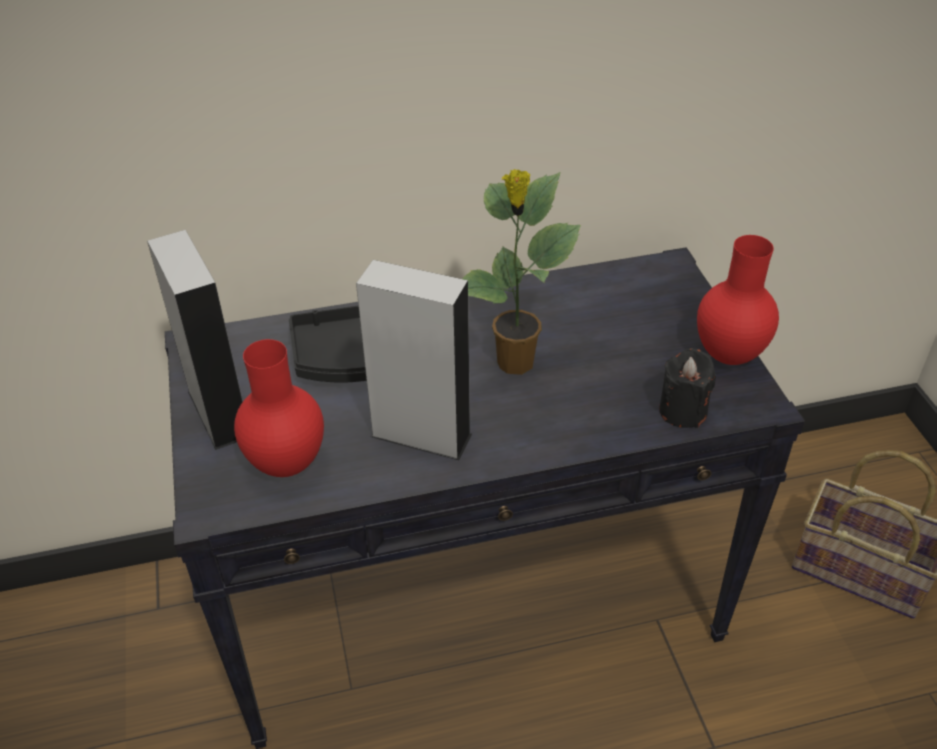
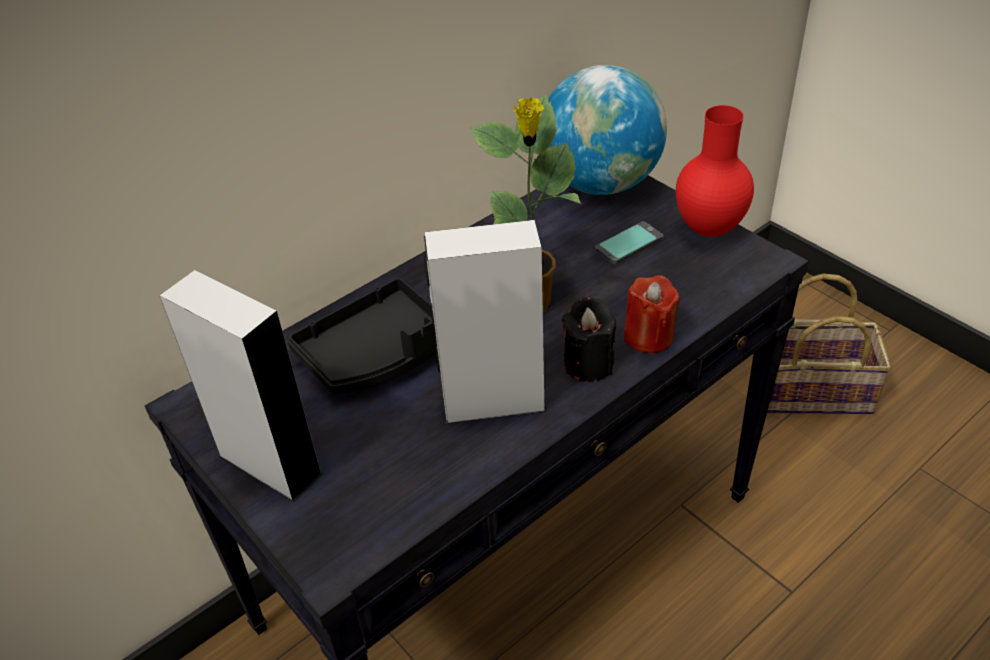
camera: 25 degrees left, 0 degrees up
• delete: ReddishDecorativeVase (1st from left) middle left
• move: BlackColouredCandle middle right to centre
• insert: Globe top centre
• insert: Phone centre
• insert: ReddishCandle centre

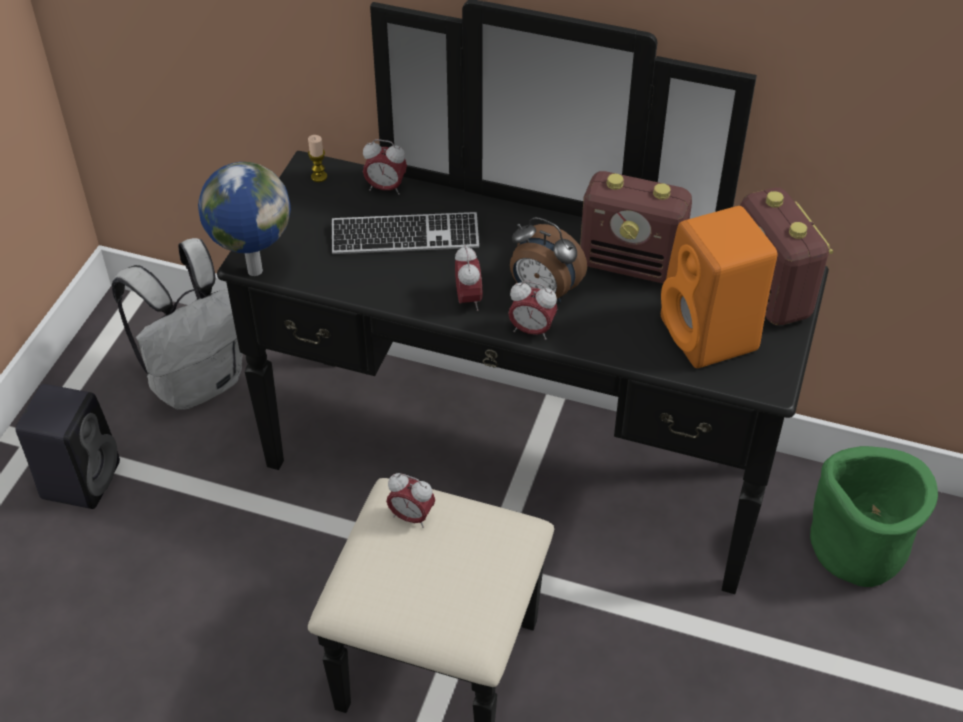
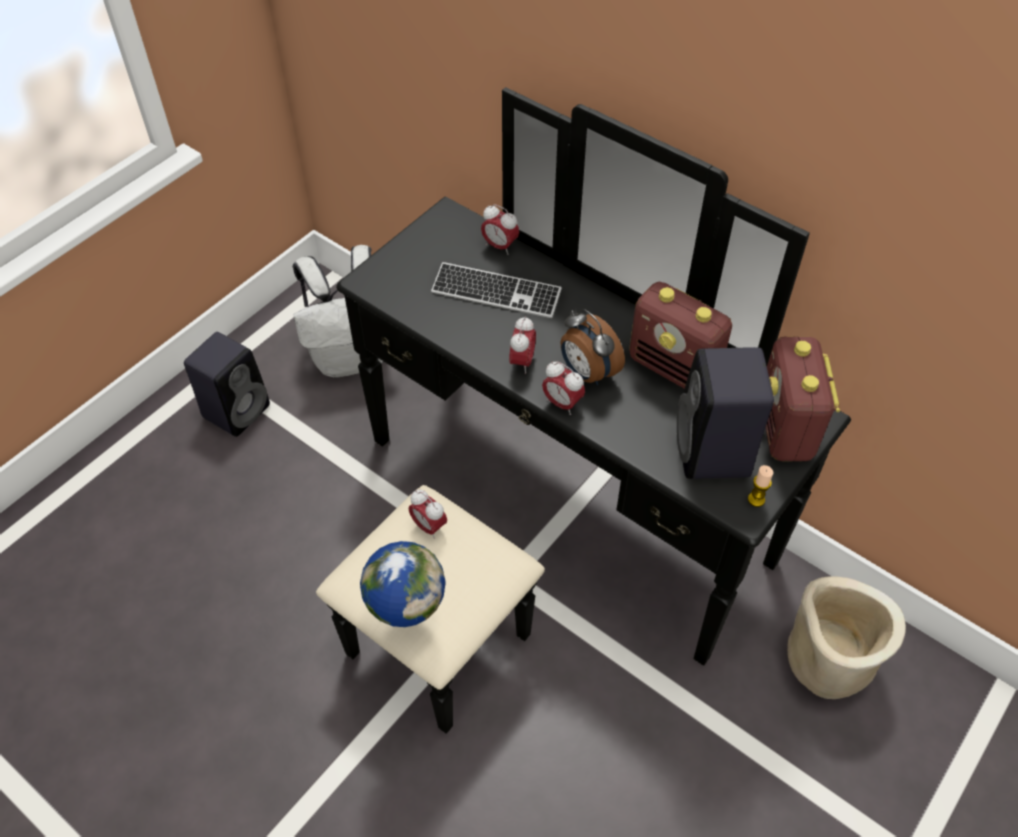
camera: 20 degrees right, 5 degrees up
• move: Globe top left to bottom centre
• move: Candle top left to middle right
• recolor: OrangeColouredSpeaker middle right to BlackColouredSpeaker (2nd from left) middle right
• recolor: GreenColouredFlowerPot bottom right to BeigeFlowerPot bottom right

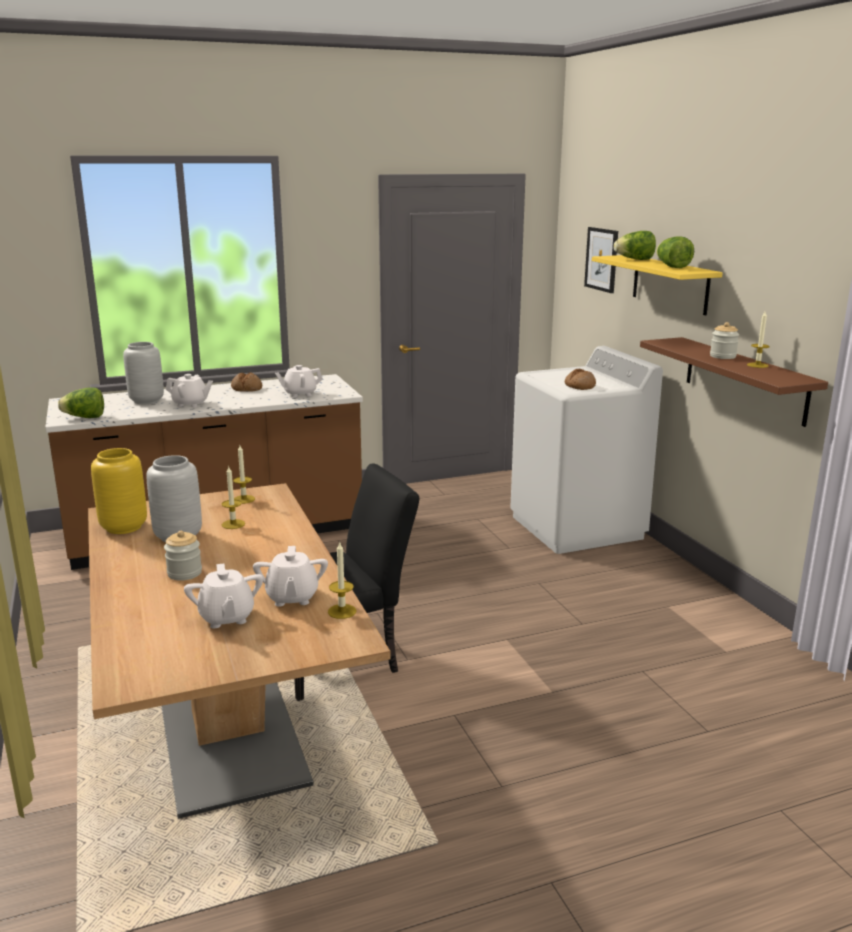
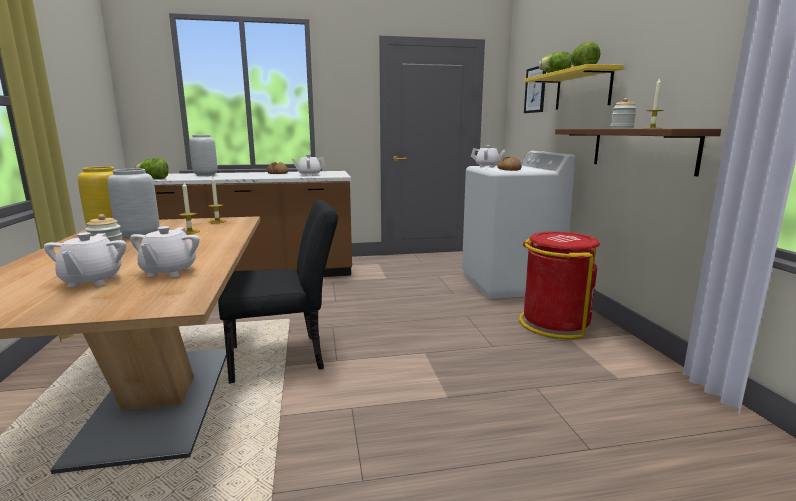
camera: 10 degrees right, 5 degrees down
• move: WhitishPotForTea (1st from left in the first image) middle left to WhitishPotForTea (4th from left) top centre
• delete: Candle (3rd from left) centre
• insert: ReddishTrashCan middle right

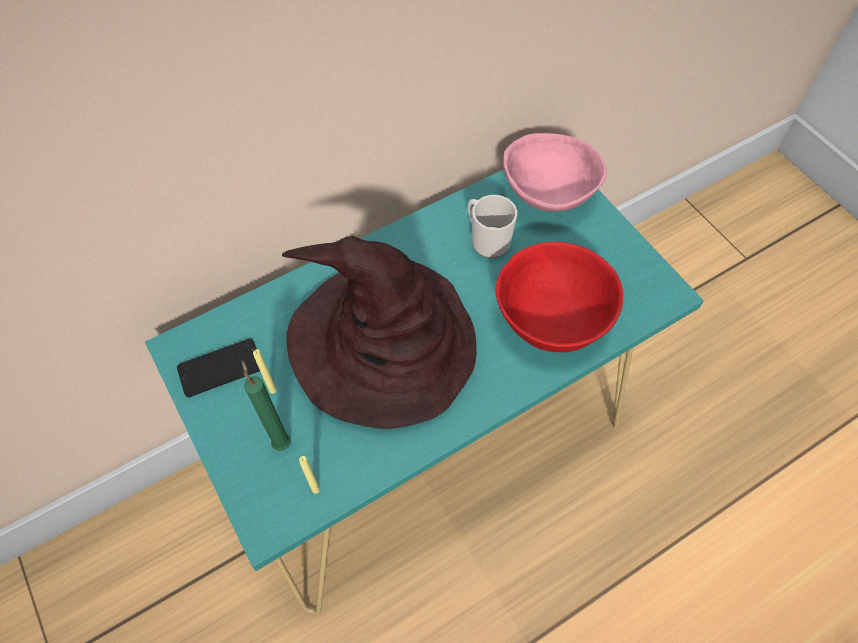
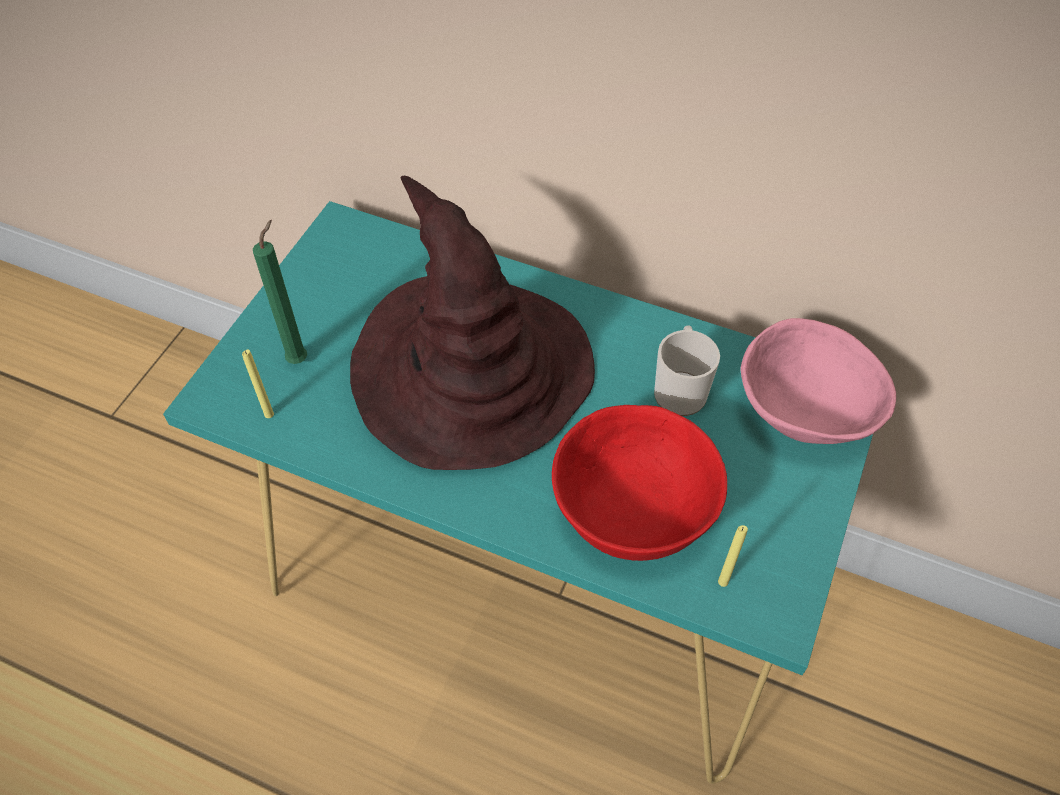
camera: 55 degrees right, 5 degrees down
• delete: Phone middle left
• move: YellowCandle (1st from left in the first image) middle left to YellowCandle (2nd from left) bottom right

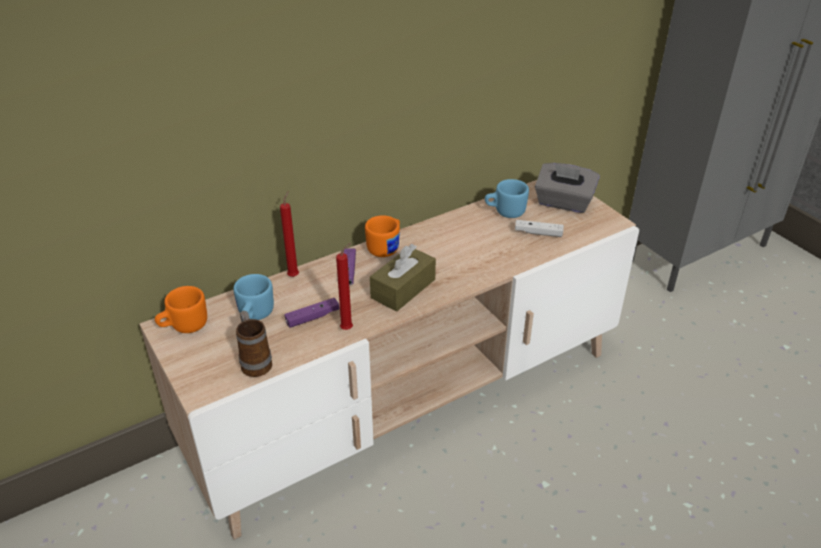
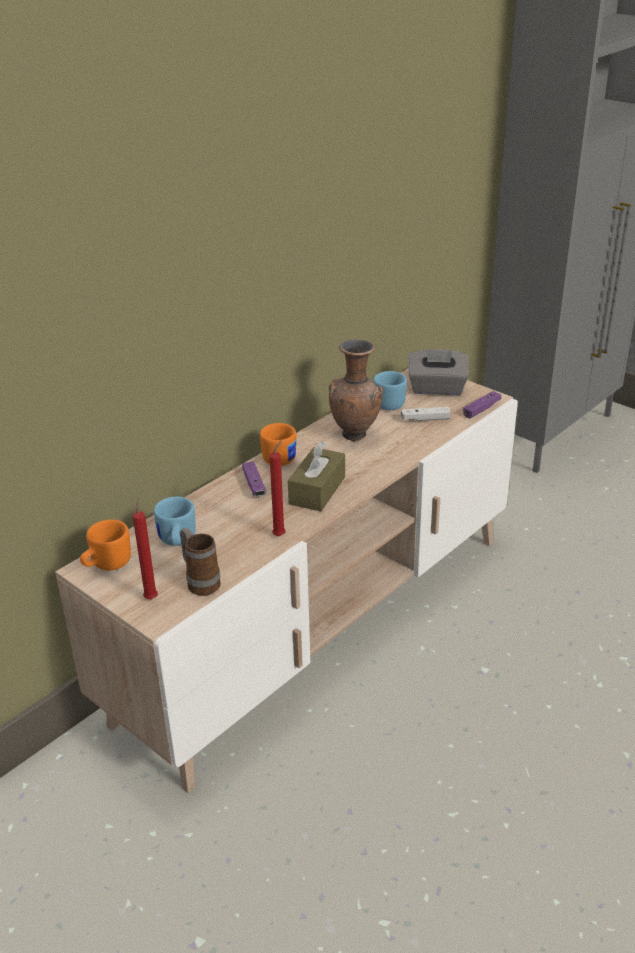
camera: 15 degrees left, 5 degrees down
• move: ReddishCandle (1st from left) centre to middle left
• move: PurplishGameController (1st from left in the first image) centre to PurplishGameController (2nd from left) middle right
• insert: BrownDecorativeVase centre

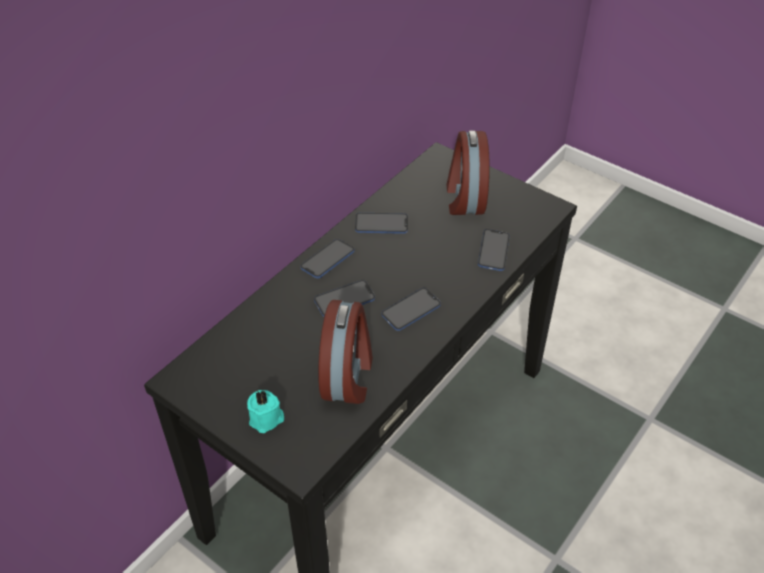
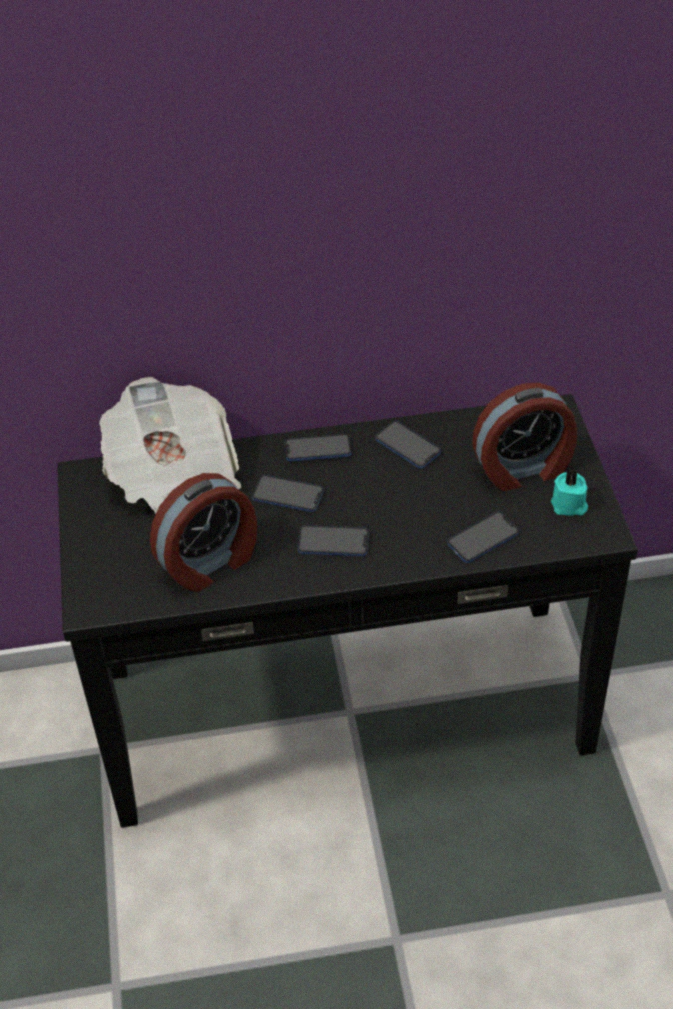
camera: 45 degrees right, 0 degrees up
• move: TurquoiseColouredCandle bottom centre to middle right
• rotate: TableClock (2nd from left) top centre = middle right 150 degrees counterclockwise
• insert: Newspaper middle left

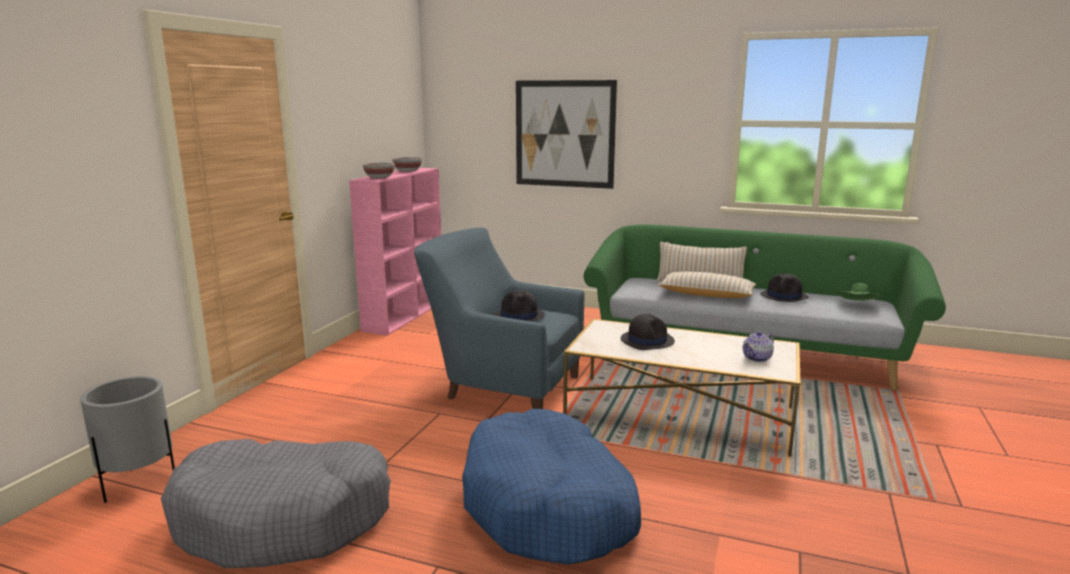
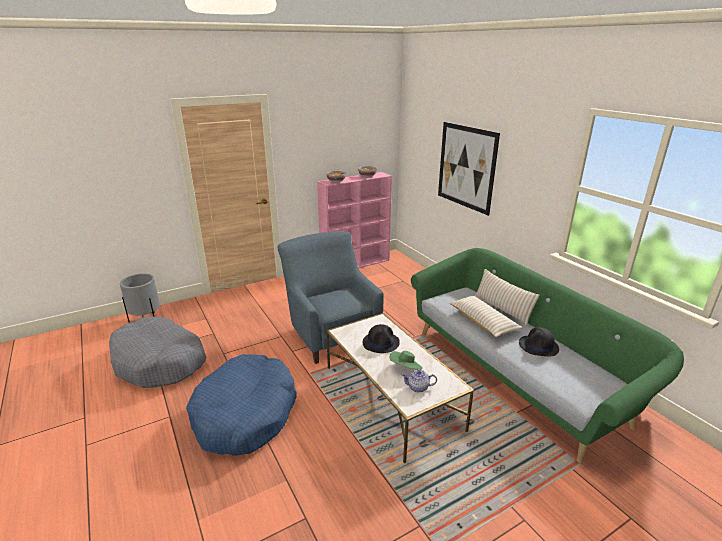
camera: 40 degrees right, 10 degrees up
• delete: BlackColouredWearableHat (1st from left) centre
• move: GreenColouredWearableHat middle right to centre

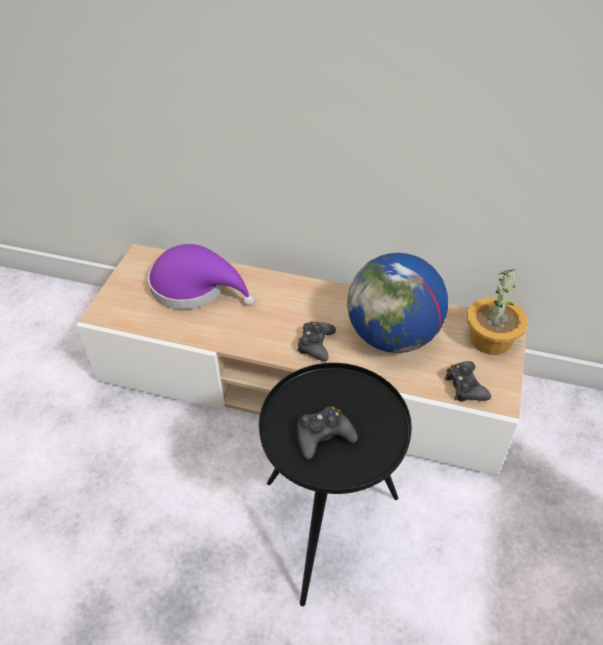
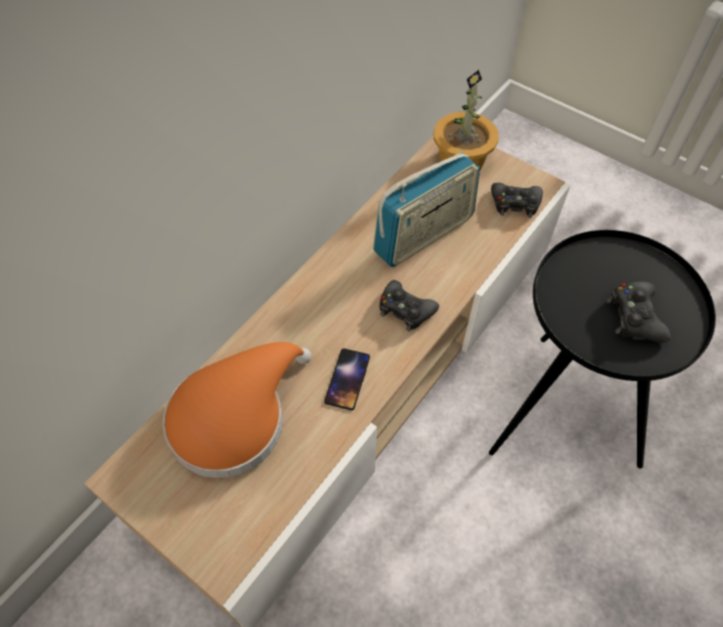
camera: 70 degrees left, 10 degrees up
• recolor: PurplishWearableHat centre to OrangeColouredWearableHat middle left
• replace: Globe centre to Radio centre
• insert: Phone centre

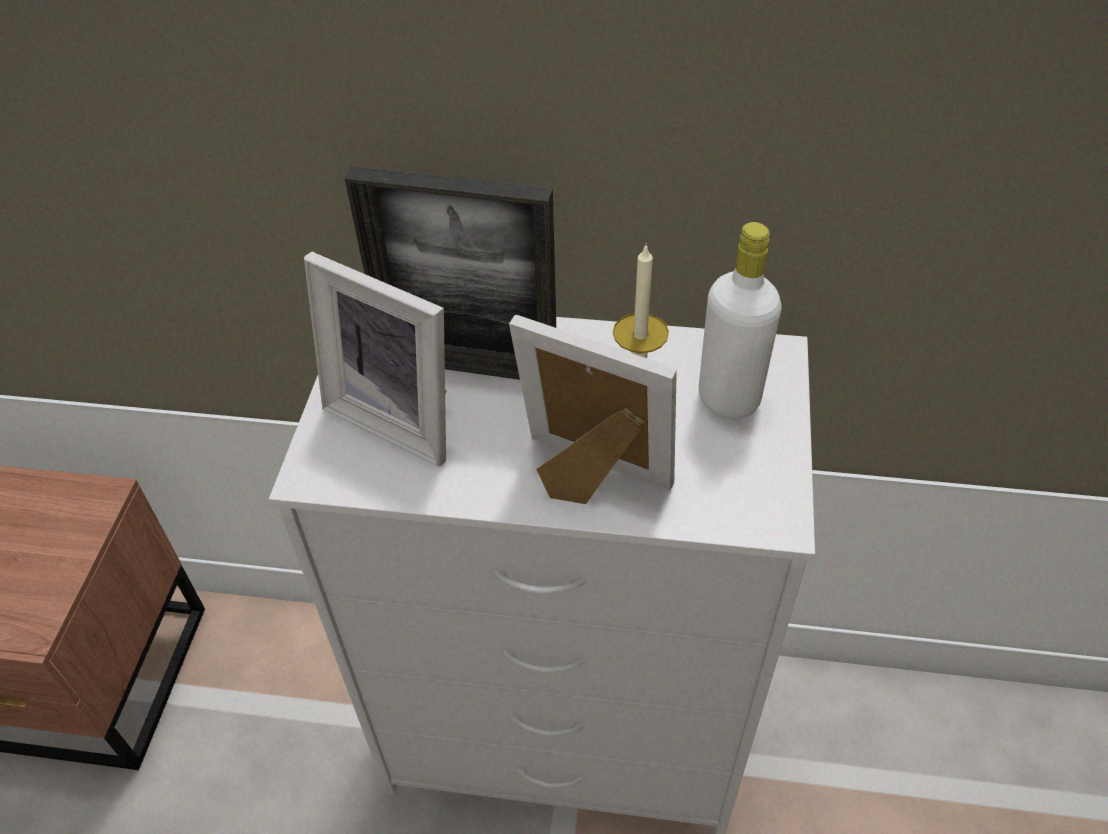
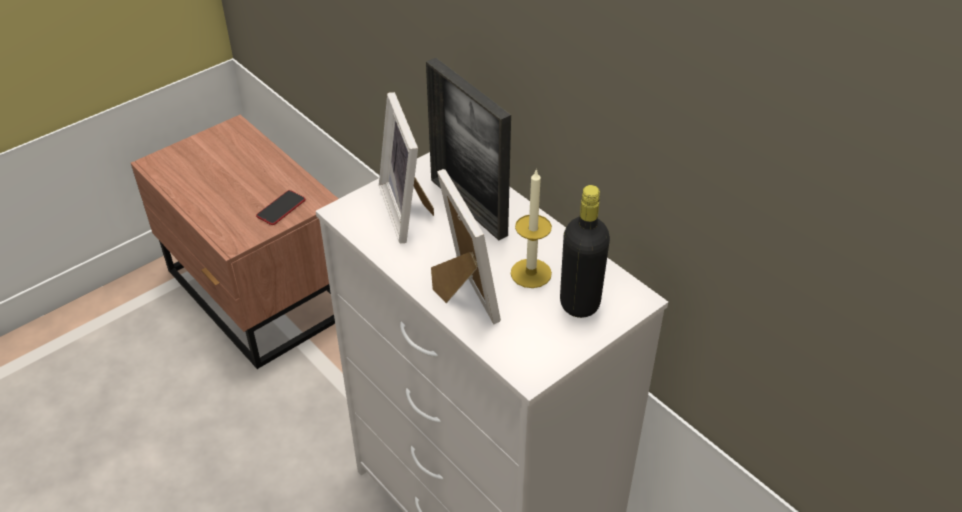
camera: 40 degrees right, 5 degrees down
• recolor: WhitishBeverageBottle middle right to BlackColouredBeverageBottle centre
• insert: Phone middle left

